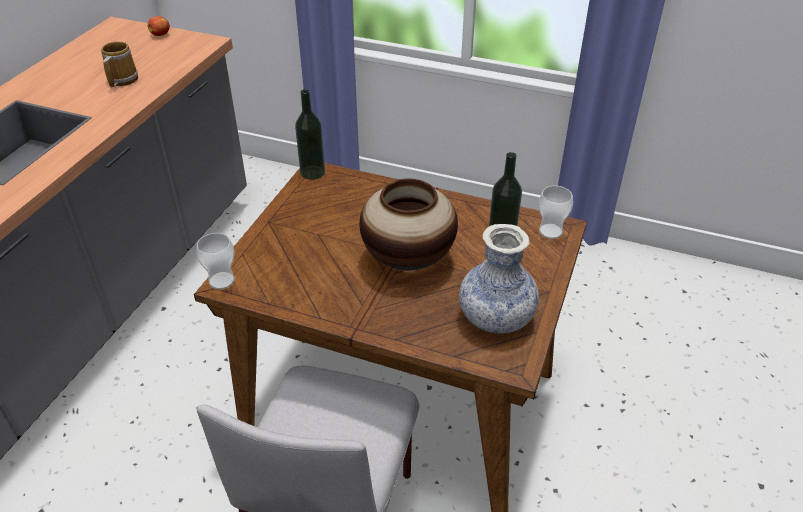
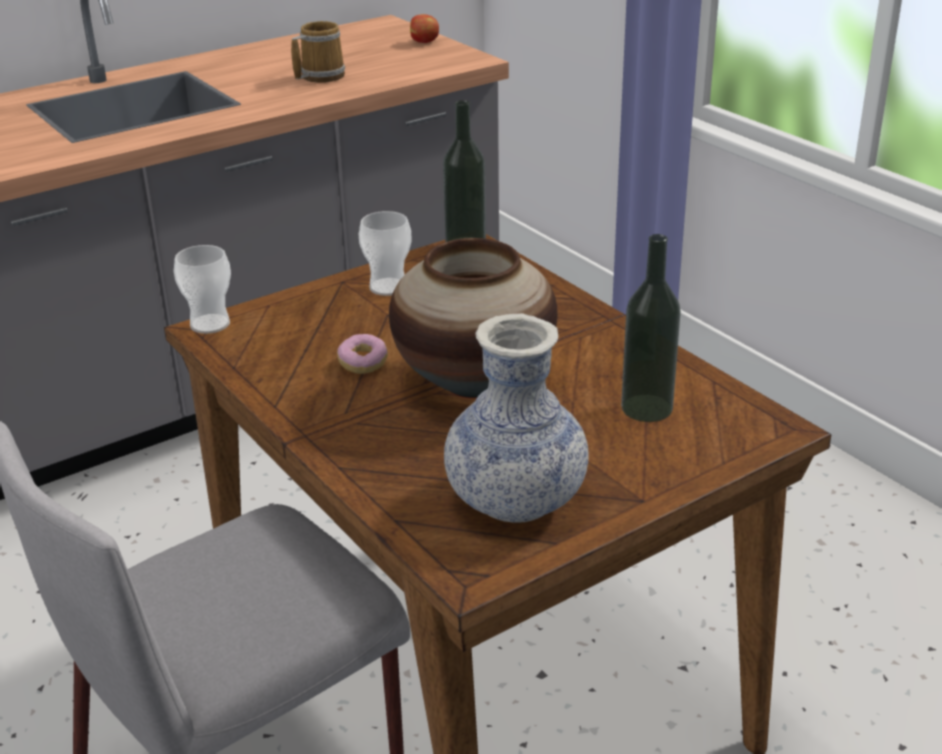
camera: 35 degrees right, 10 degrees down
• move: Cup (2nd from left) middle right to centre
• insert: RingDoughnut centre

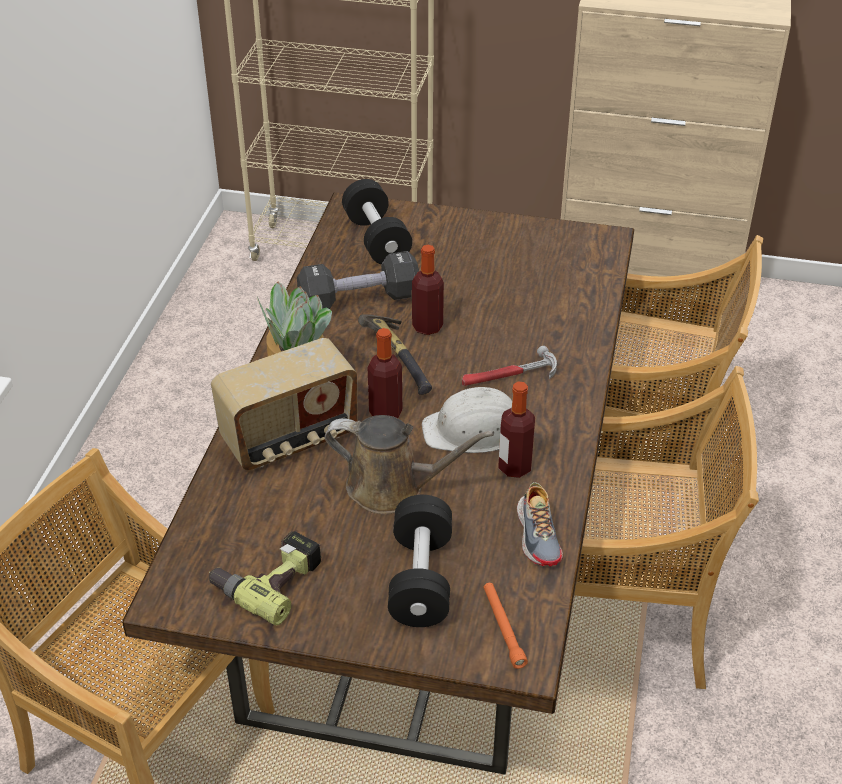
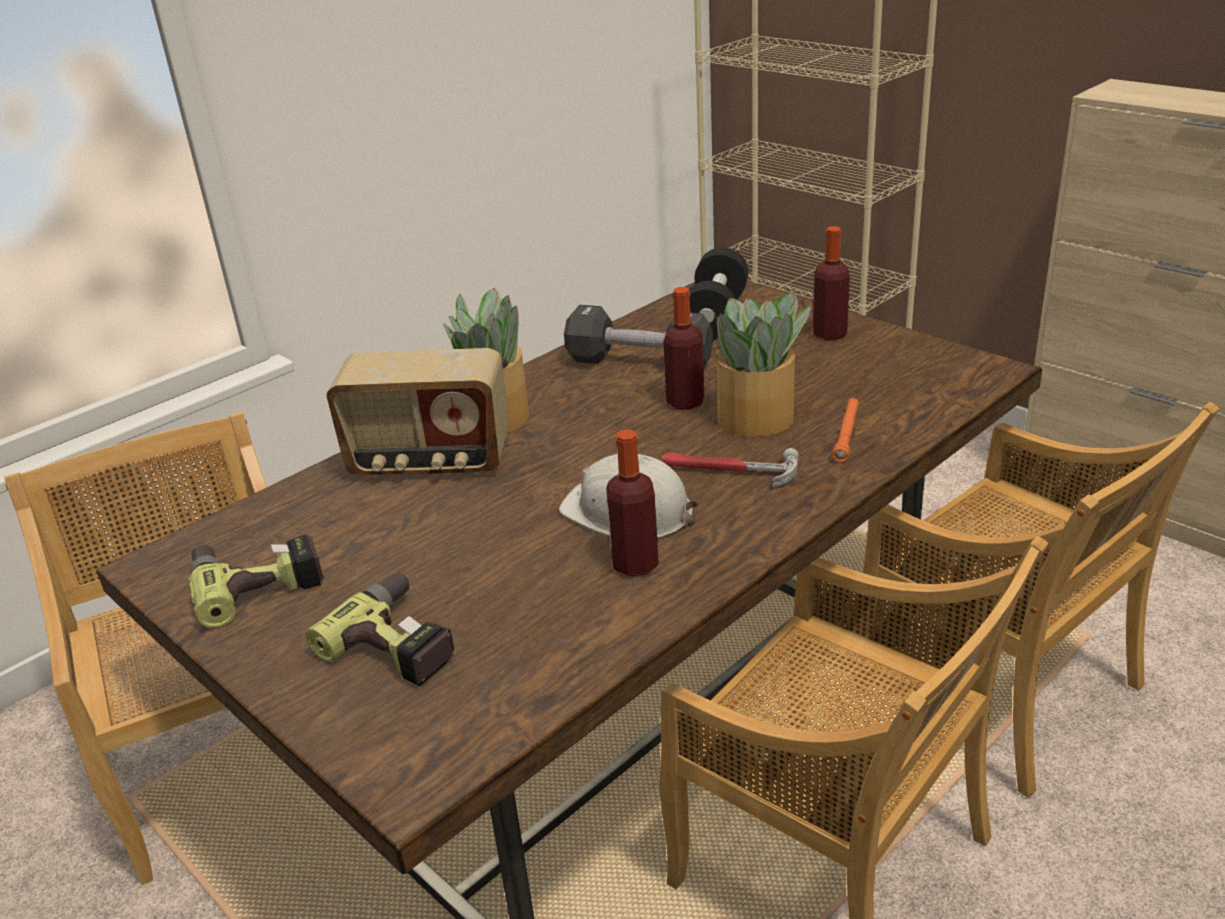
camera: 35 degrees right, 10 degrees down
• delete: BrownWateringCan centre
• delete: ToolHammer (1st from left) centre
• move: BeverageBottle (1st from left in the first image) centre to BeverageBottle (3rd from left) top right
• replace: BlackColouredDumbbell (3rd from left) bottom centre to ElectricDrill (2nd from left) bottom left
• move: OrangeColouredFlashlight bottom centre to middle right
• delete: Shoe bottom centre
• insert: Houseplant (2nd from left) centre

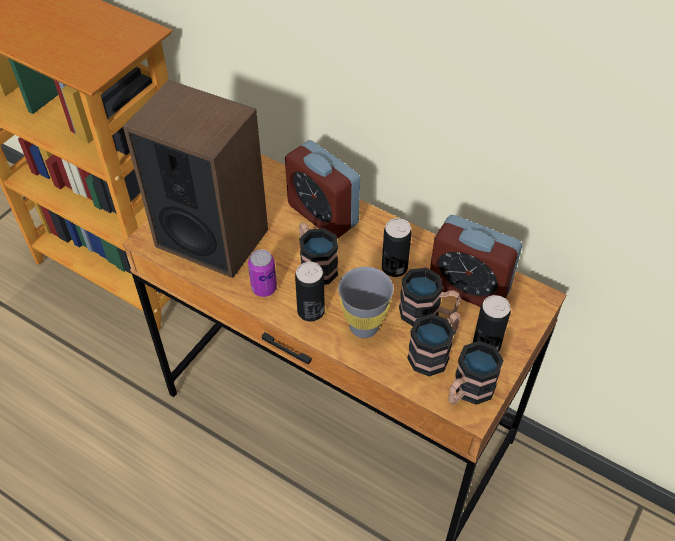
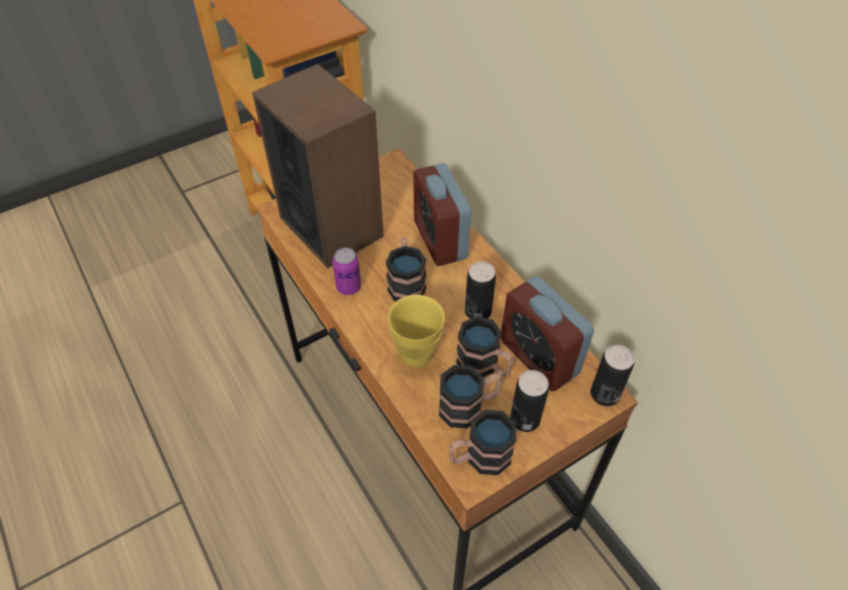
camera: 25 degrees right, 0 degrees up
• move: SealedCan (2nd from left in the first image) centre to SealedCan (4th from left) middle right
• recolor: GreyishCup centre to YellowCup centre

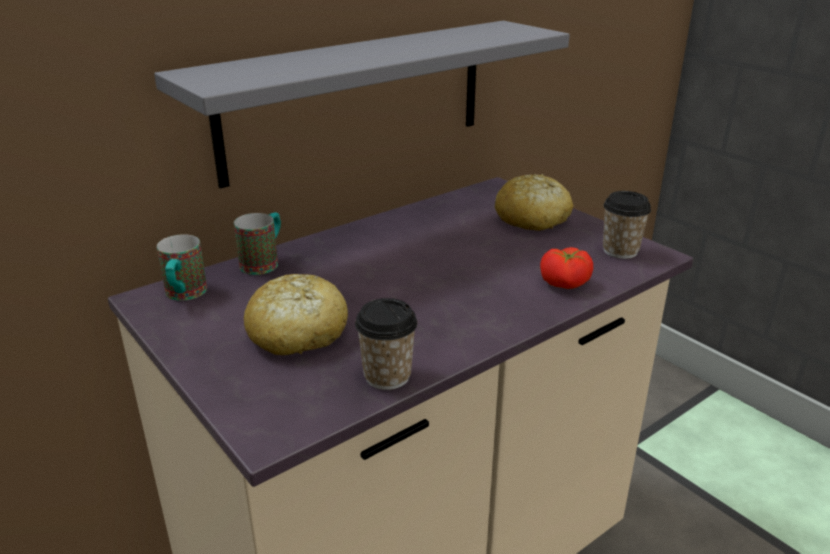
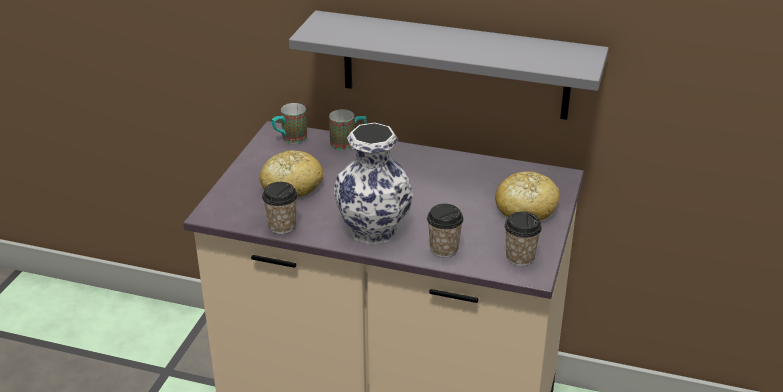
camera: 55 degrees right, 5 degrees up
• replace: WholeTomato middle right to Cup (2nd from left) centre
• insert: DecorativeVase centre

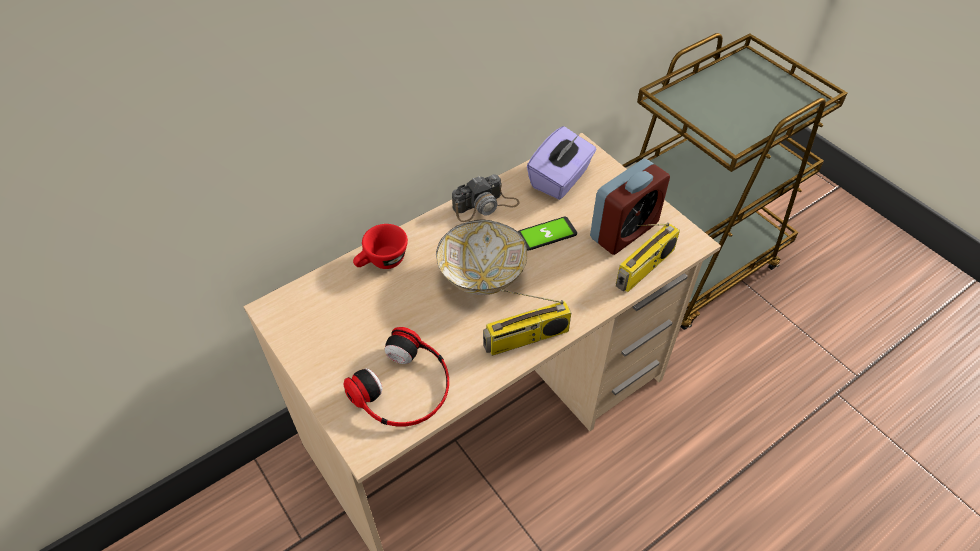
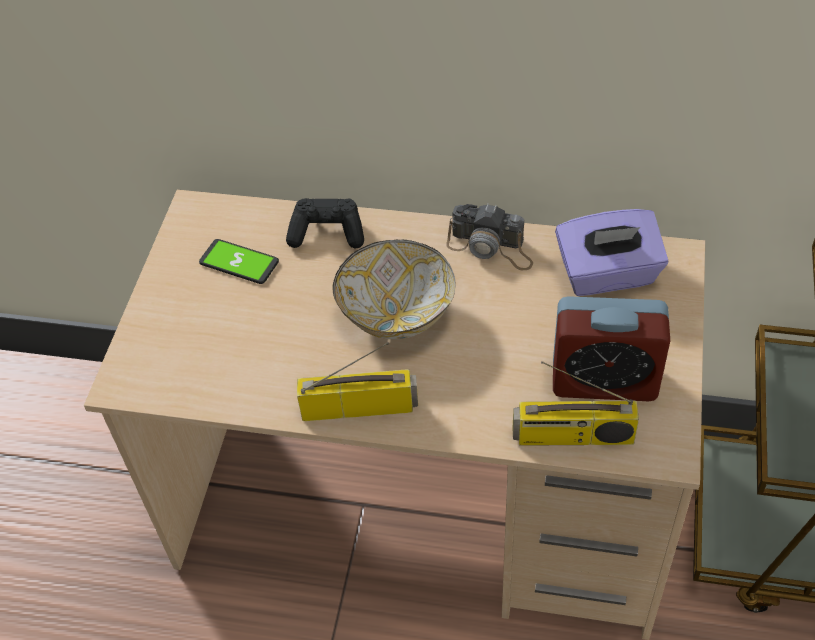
camera: 50 degrees right, 0 degrees up
• delete: Headset bottom centre
• replace: ReddishCup centre to BlackColouredGameController centre
• rotate: Radio (1st from left) centre = centre 150 degrees clockwise
• move: Phone centre to middle left

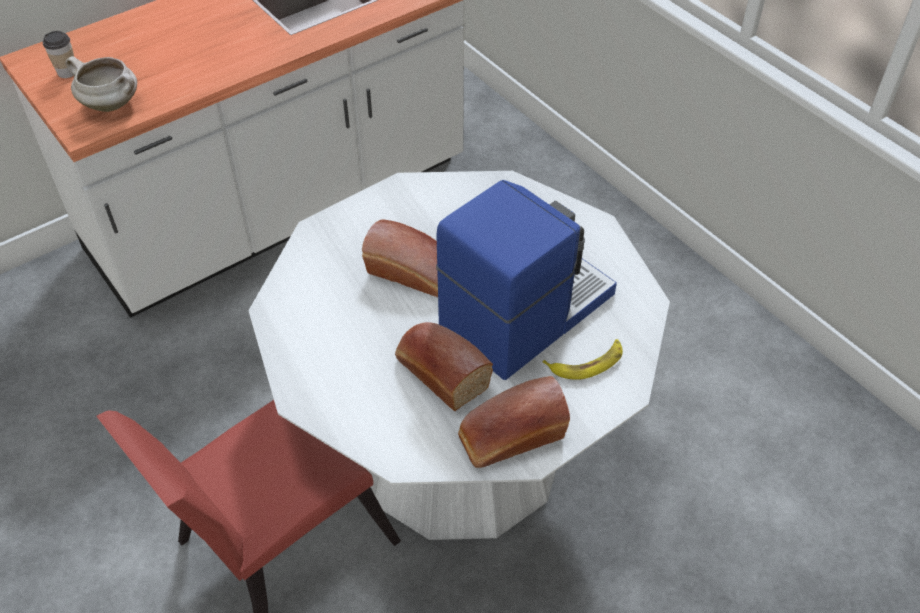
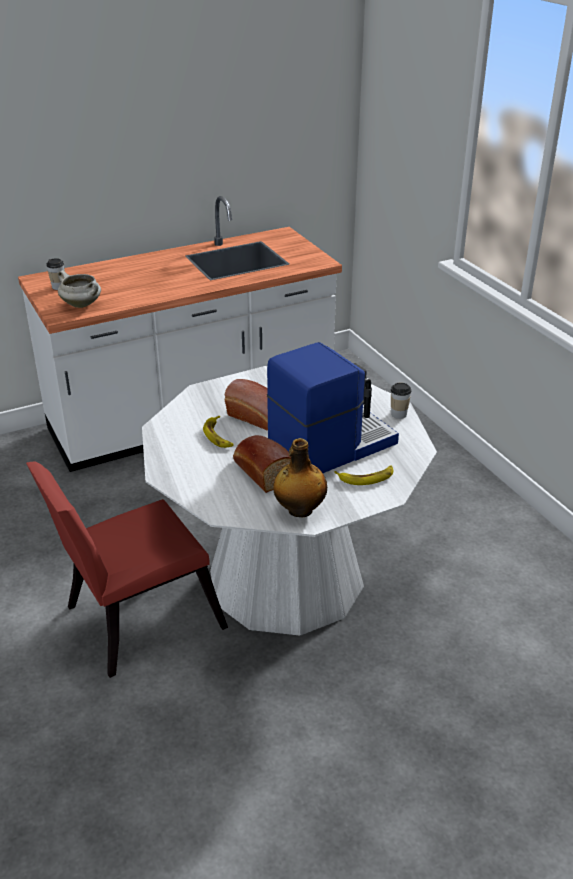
camera: 10 degrees right, 15 degrees down
• replace: Bread (3rd from left) bottom centre to BeverageBottle centre
• insert: BananaFruit (1st from left) centre
• insert: Cup (2nd from left) middle right

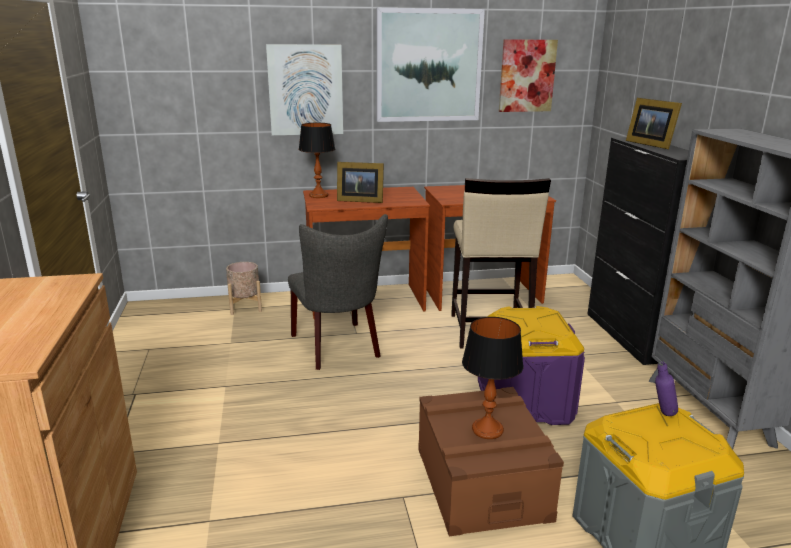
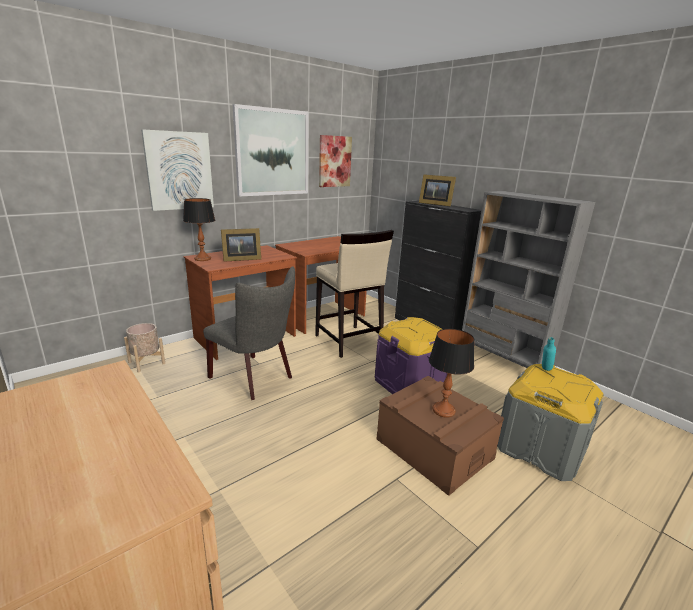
camera: 30 degrees left, 0 degrees up
• recolor: PurplishBeverageBottle bottom right to TurquoiseColouredBeverageBottle middle right

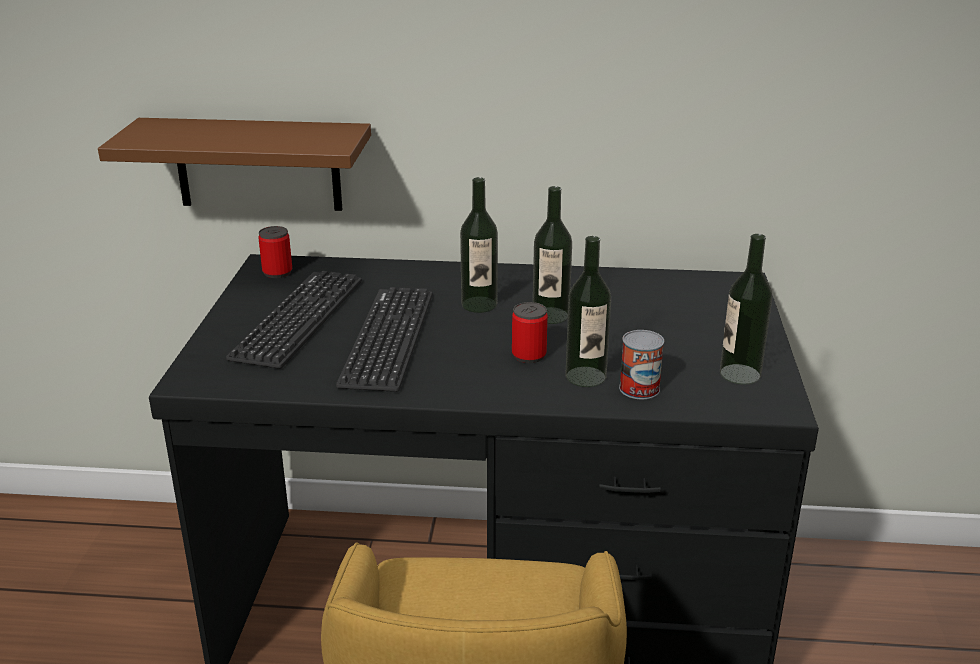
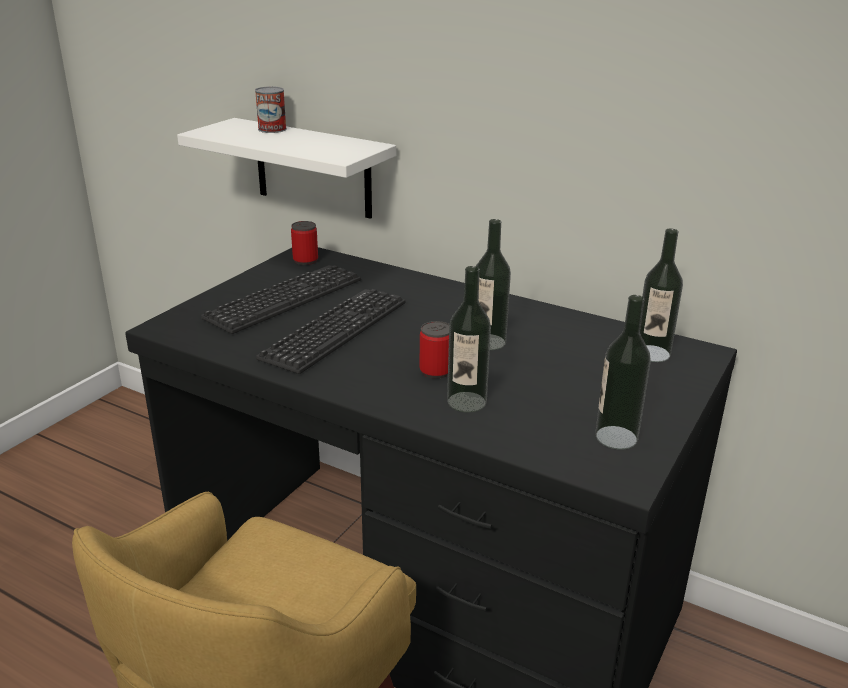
camera: 25 degrees right, 0 degrees up
• recolor: BrownShelf top left to WhitishShelf top centre
• move: BeverageBottle (1st from left in the first image) centre to BeverageBottle (4th from left) middle right
• move: SealedCan (3rd from left in the first image) centre to SealedCan (1st from left) top left

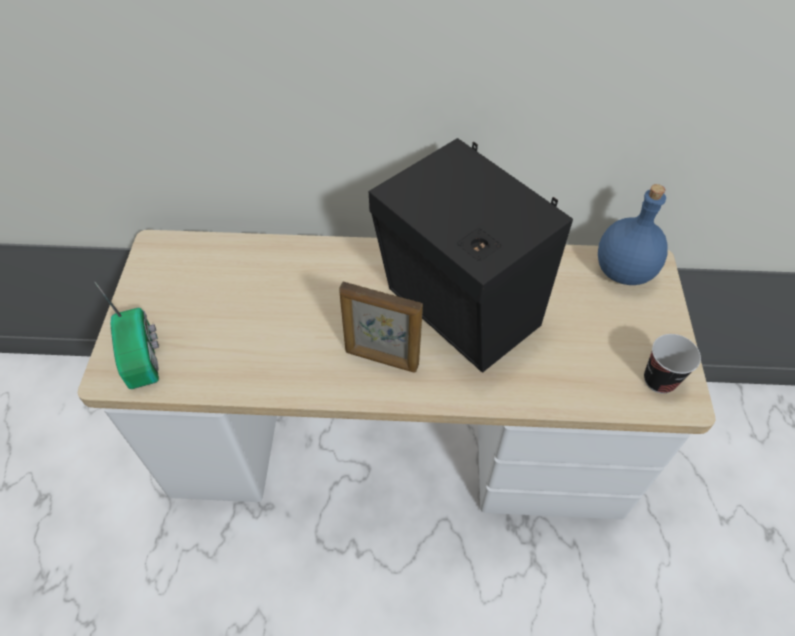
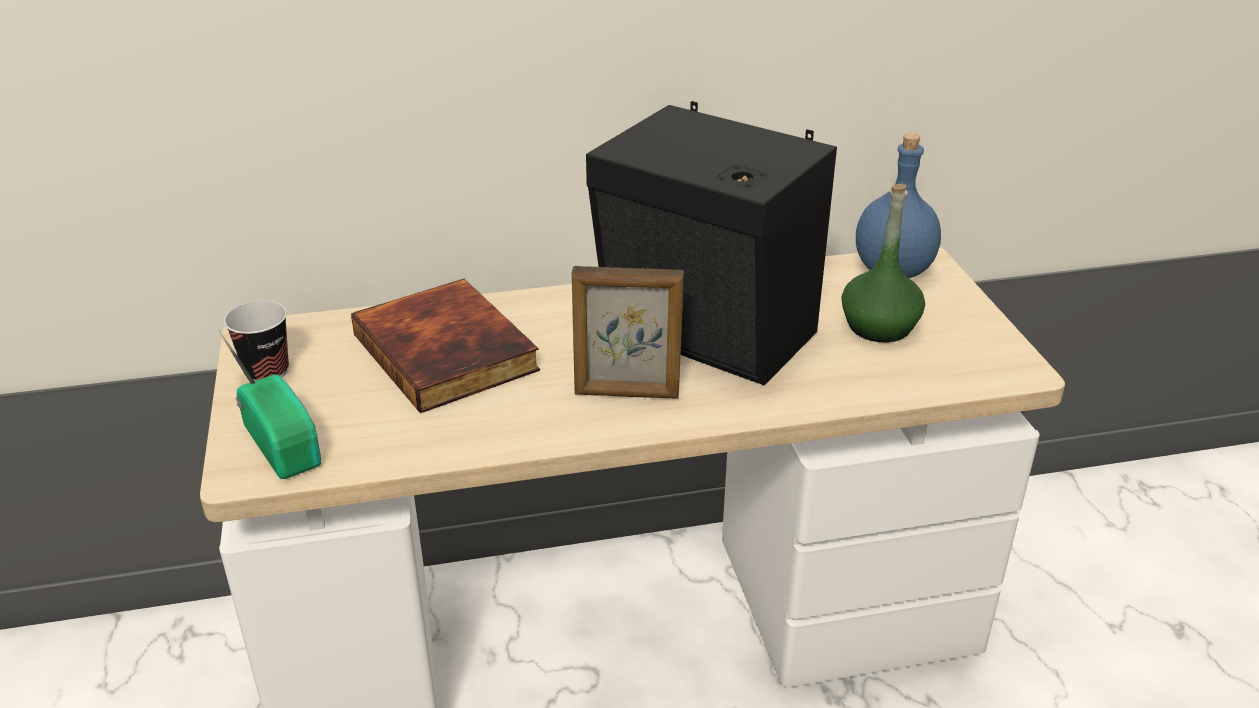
camera: 15 degrees left, 20 degrees down
• move: Cup middle right to middle left
• insert: BoundBook centre
• insert: GreenColouredBeverageBottle middle right

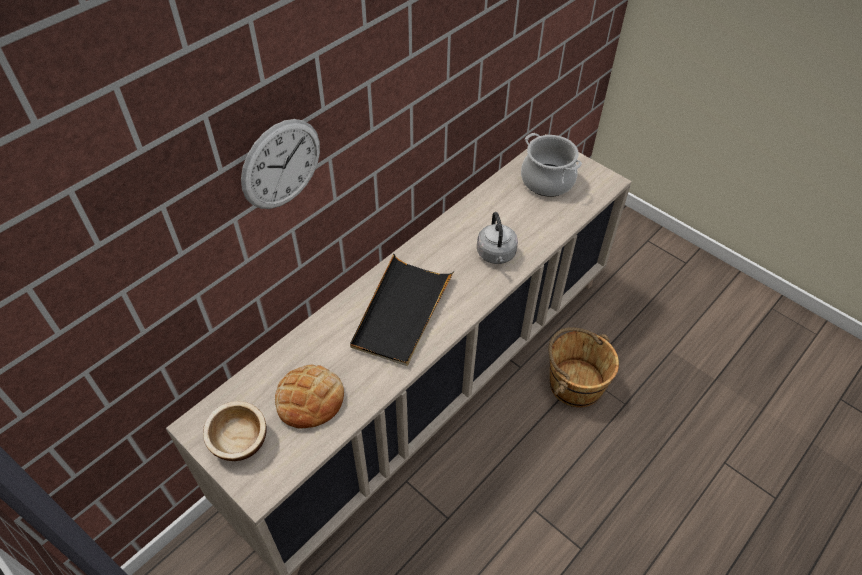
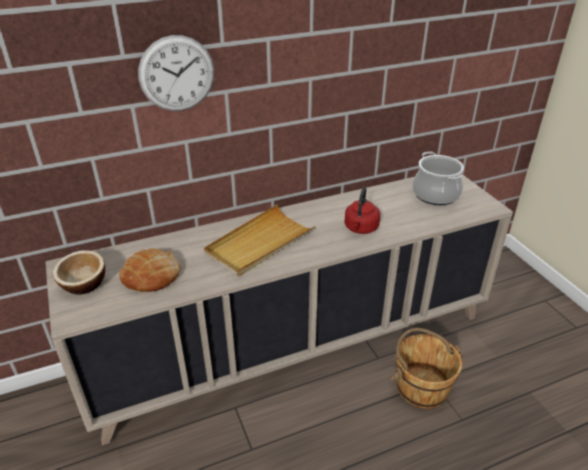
camera: 25 degrees right, 15 degrees down
• recolor: BlackColouredTray centre to BeigeTray centre
• recolor: GreyishKettle centre to ReddishKettle centre

